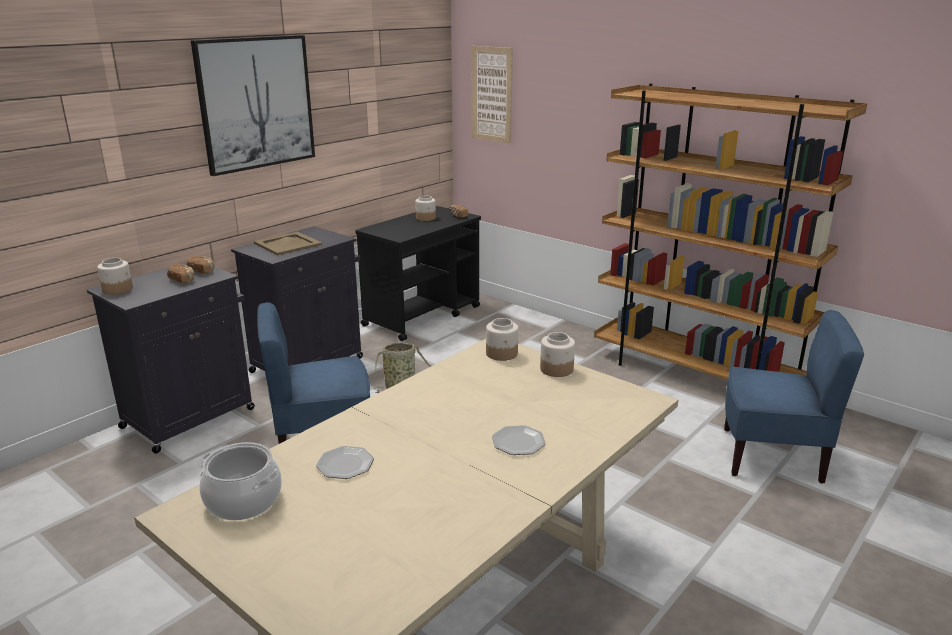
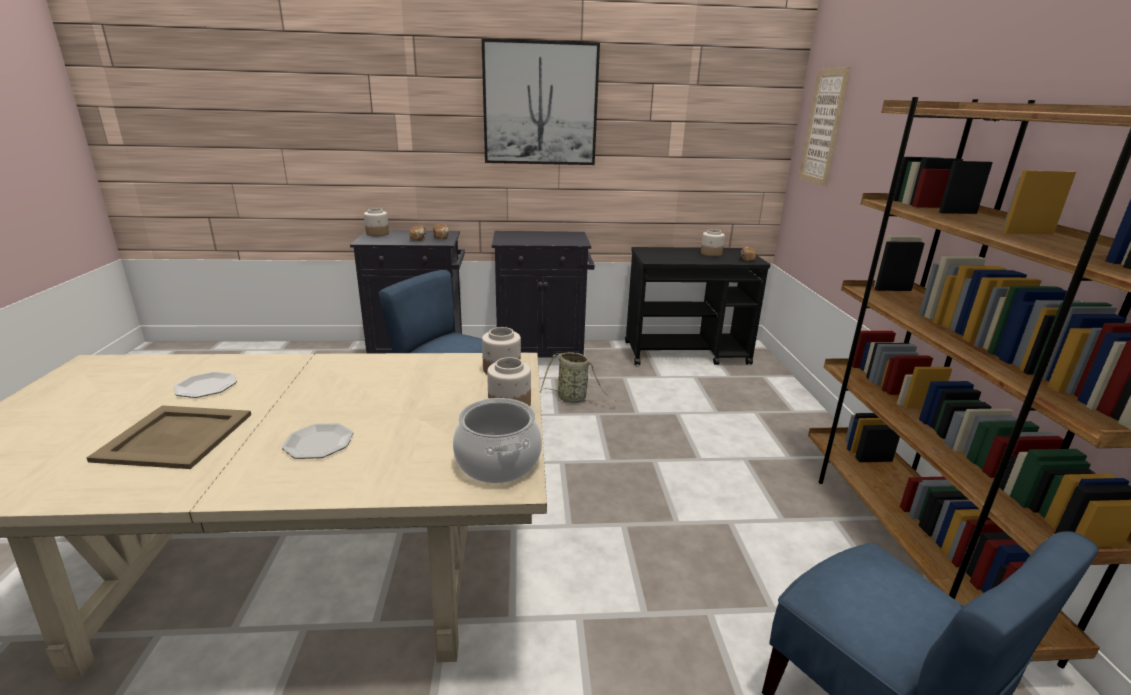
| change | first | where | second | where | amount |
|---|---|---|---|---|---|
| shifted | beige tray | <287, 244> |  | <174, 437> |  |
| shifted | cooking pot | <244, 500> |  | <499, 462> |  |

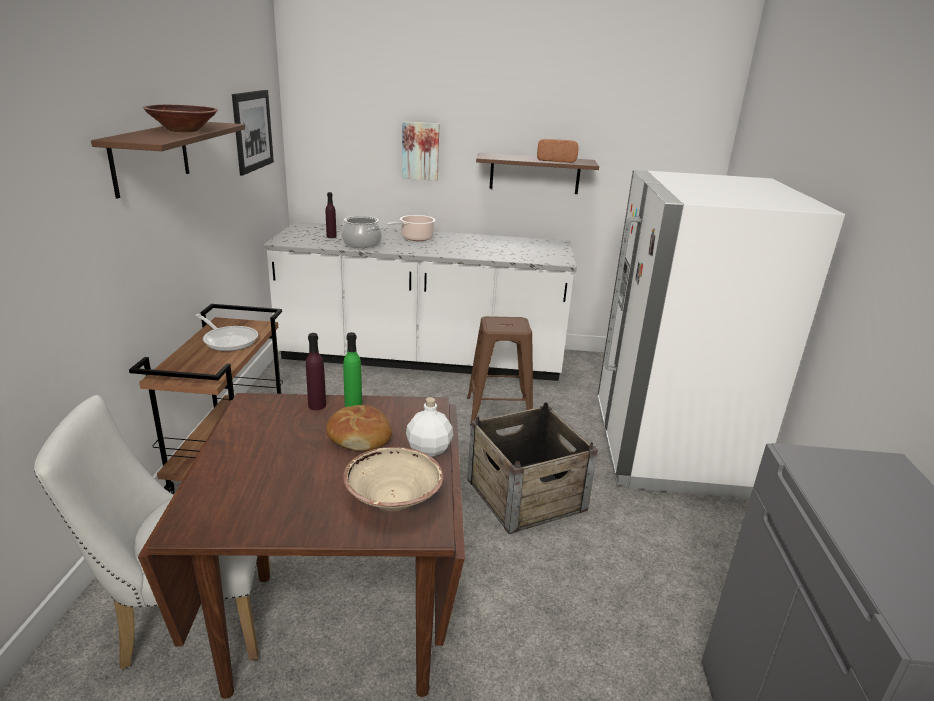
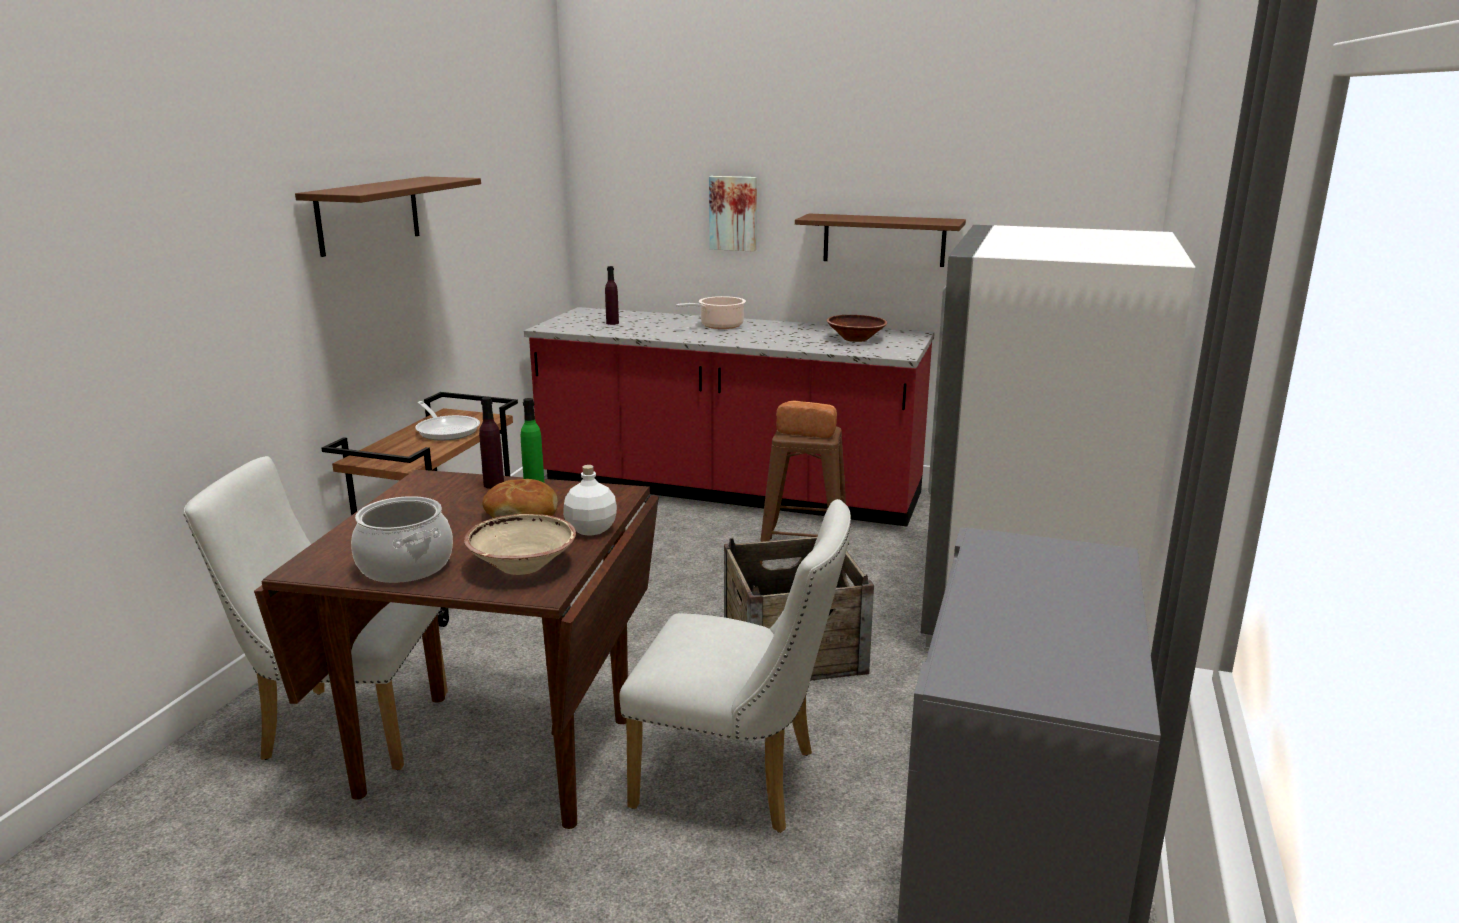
| change | first | where | second | where | amount |
|---|---|---|---|---|---|
| shifted | cooking pot | <362, 243> |  | <406, 565> |  |
| repainted | white counter | <422, 358> | red counter | <728, 490> |  |
| new |  |  | white chair | <739, 781> |  |
| shifted | bread | <556, 160> |  | <808, 432> |  |
| shifted | brown bowl | <183, 130> |  | <855, 339> |  |
| gone | picture | <253, 131> |  |  |  |

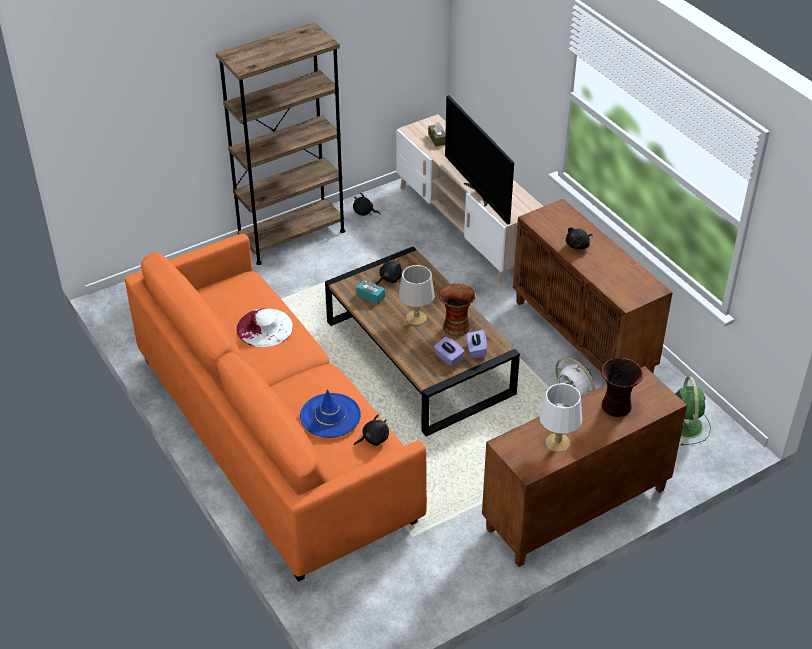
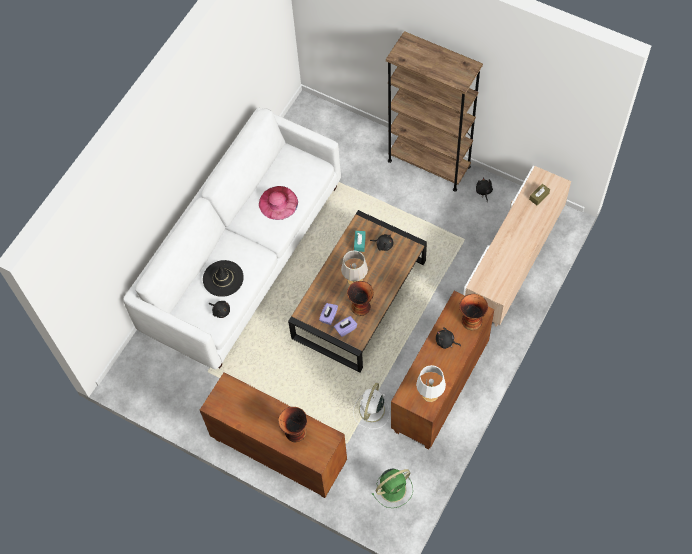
| change | first | where | second | where | amount |
|---|---|---|---|---|---|
| repainted | orange sofa | <273, 437> | white sofa | <243, 257> |  |
| repainted | blue hat | <330, 416> | black hat | <223, 278> |  |
| repainted | white hat | <264, 327> | pink hat | <278, 202> |  |
| shifted | white table lamp | <558, 443> |  | <430, 394> |  |
| new |  |  | vase | <471, 320> |  |
| gone | television | <478, 194> |  |  |  |

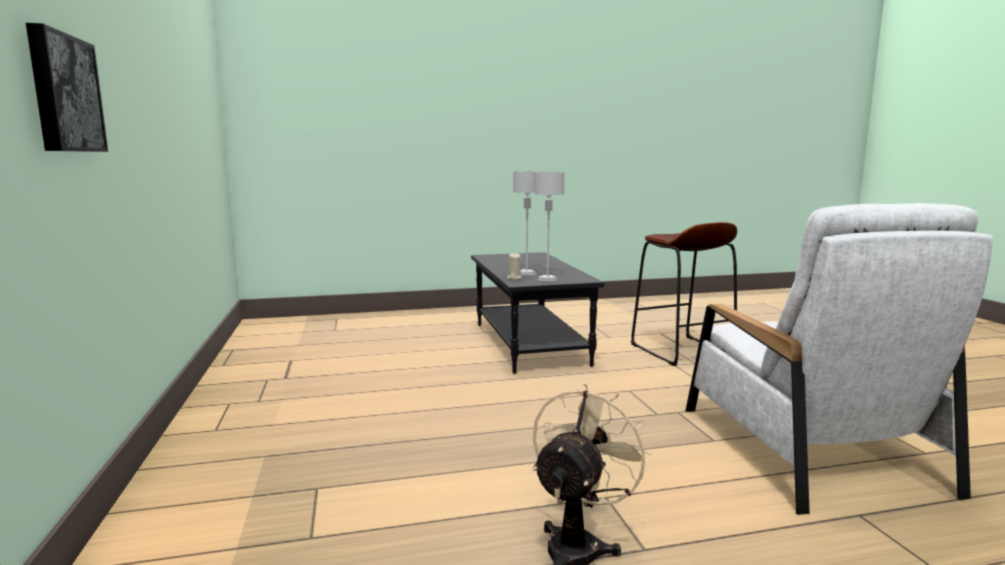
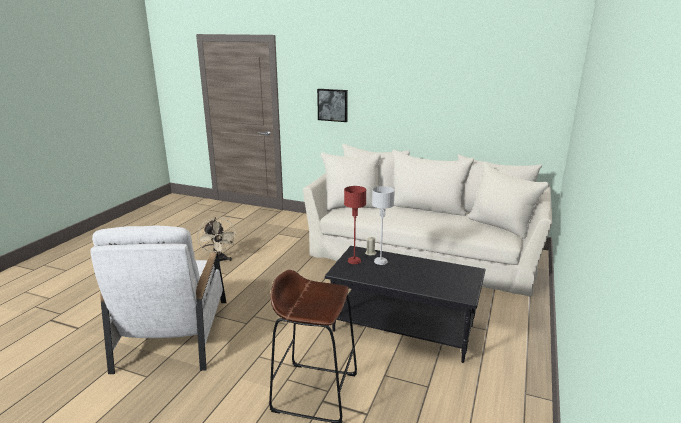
| change | first | where | second | where | amount |
|---|---|---|---|---|---|
| rotated | white armchair | <805, 448> |  | <173, 334> | 120 degrees counterclockwise |
| new |  |  | beige sofa | <422, 253> |  |
| repainted | grey table lamp | <547, 279> | red table lamp | <354, 261> |  |

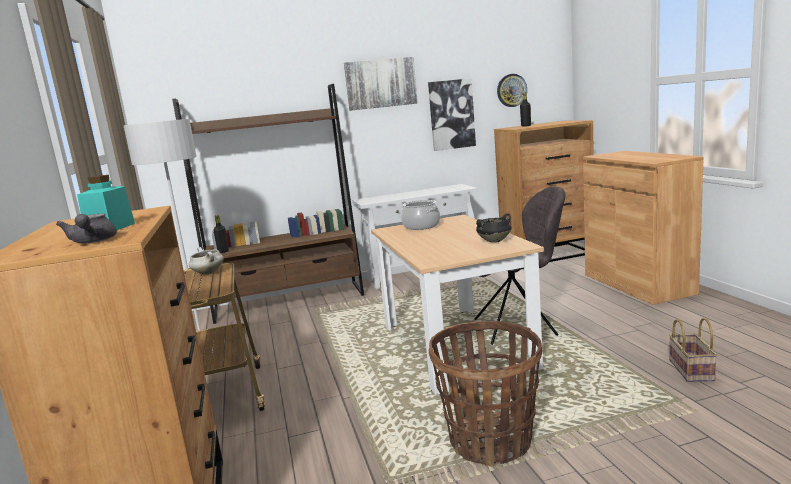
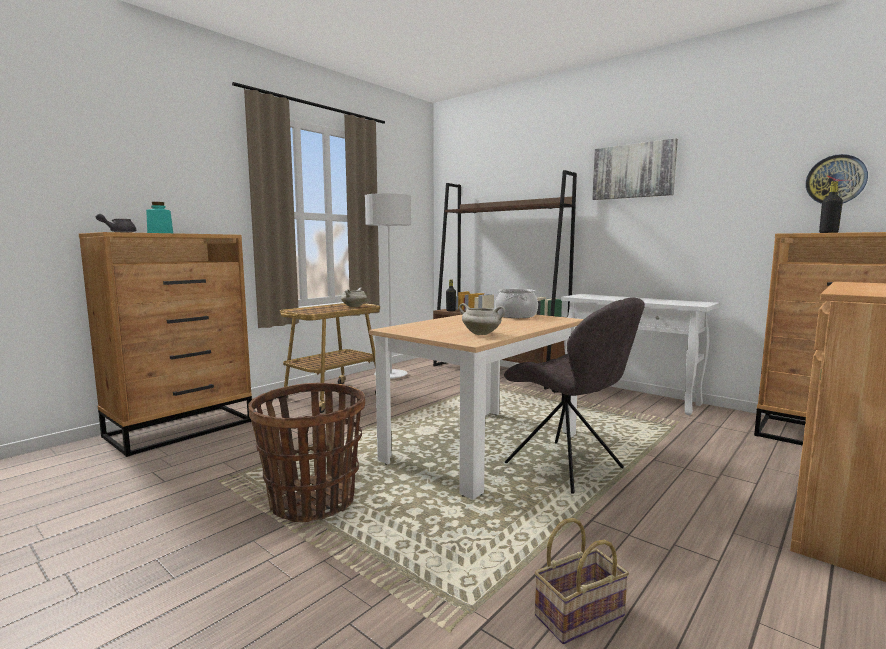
| change | first | where | second | where | amount |
|---|---|---|---|---|---|
| repainted | black cooking pot | <494, 241> | white cooking pot | <482, 334> |  |
| gone | picture | <451, 114> |  |  |  |

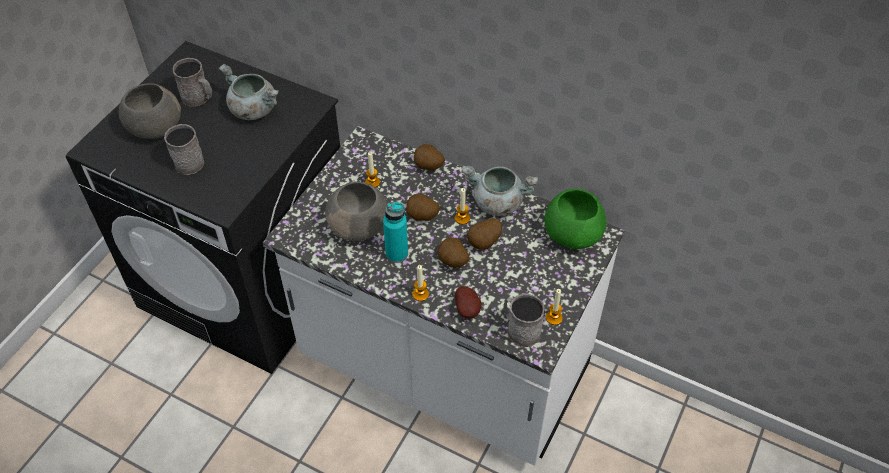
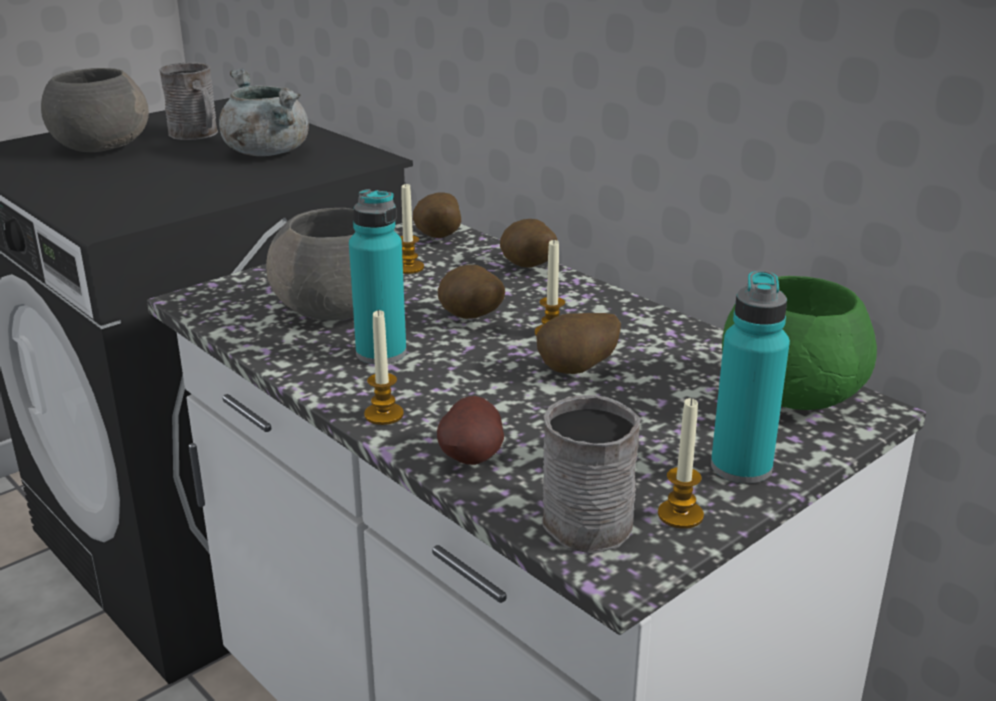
| change | first | where | second | where | amount |
|---|---|---|---|---|---|
| shifted | potato | <452, 262> |  | <437, 239> |  |
| new |  |  | turquoise bottle | <741, 467> |  |
| gone | grey mug | <188, 160> |  |  |  |
| gone | grey cooking pot | <497, 203> |  |  |  |

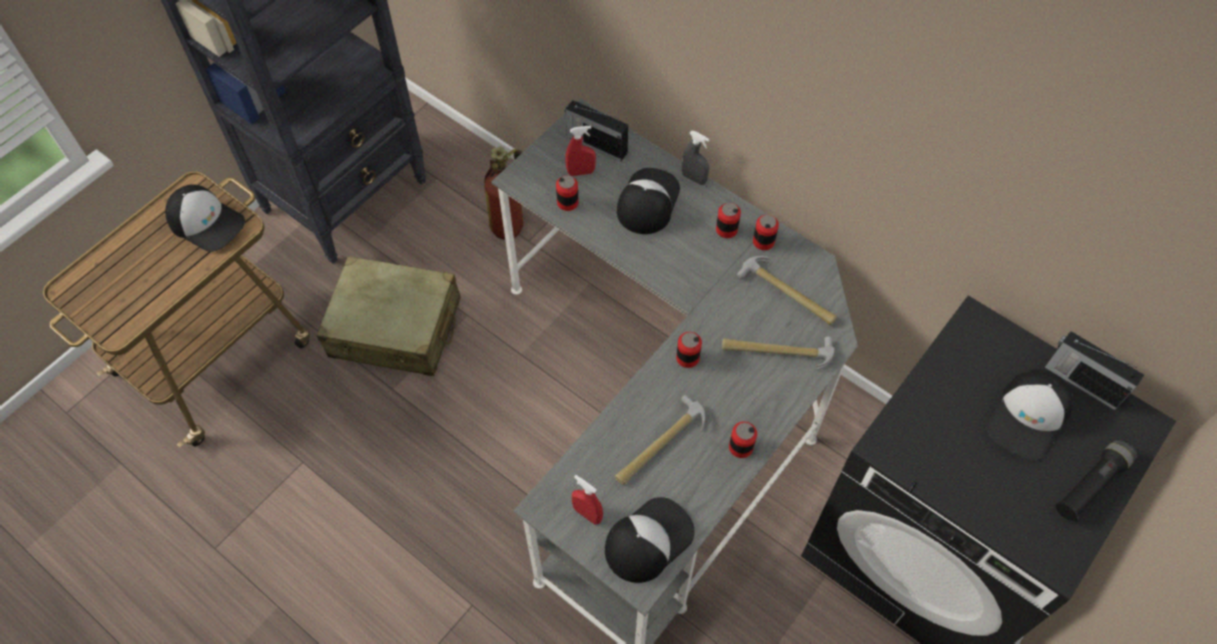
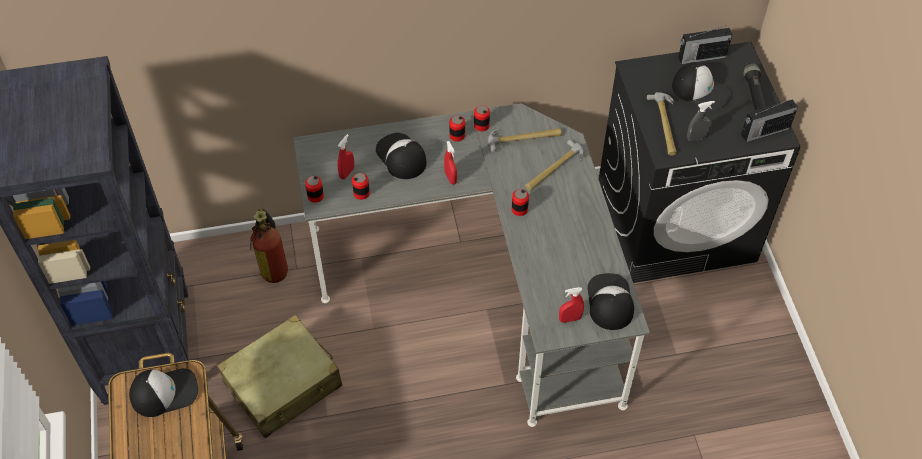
| change | first | where | second | where | amount |
|---|---|---|---|---|---|
| shifted | can | <741, 447> |  | <315, 196> |  |
| new |  |  | red spray bottle | <450, 178> |  |
| shifted | hammer | <660, 444> |  | <664, 125> |  |
| rotated | cap | <1028, 418> |  | <701, 90> | 45 degrees counterclockwise |
| shifted | grey spray bottle | <694, 178> |  | <696, 138> |  |
| shifted | radio | <596, 144> |  | <764, 132> |  |

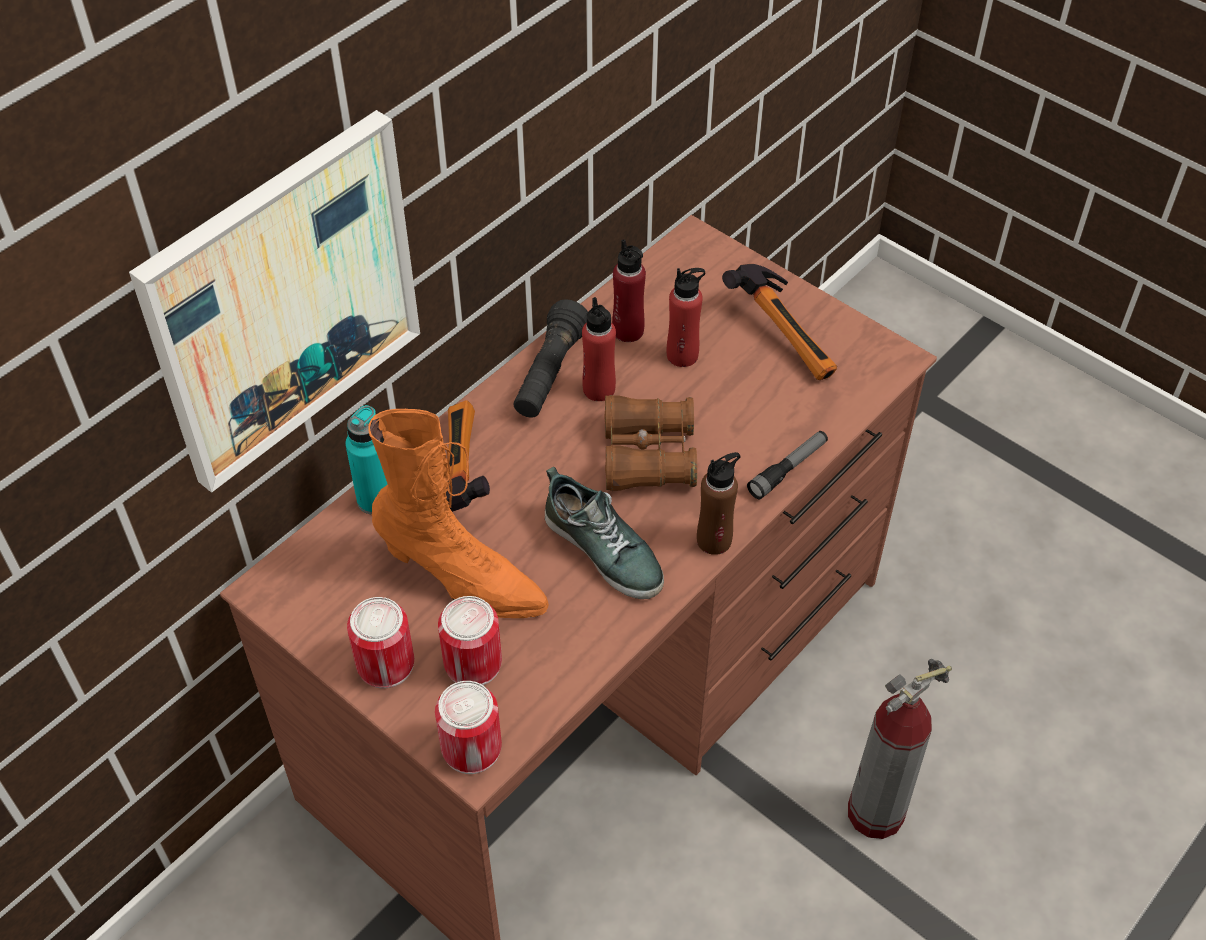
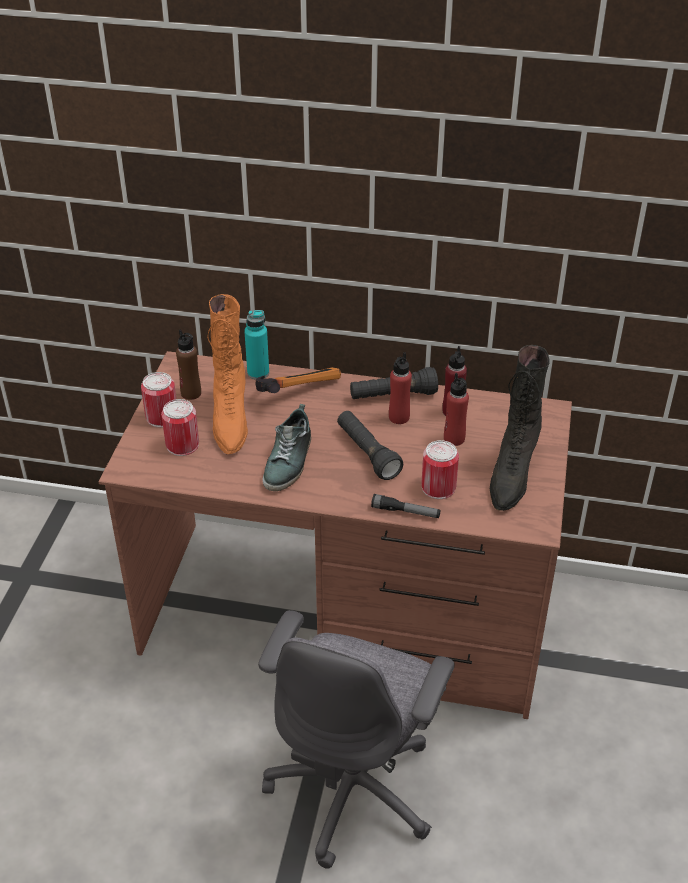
| change | first | where | second | where | amount |
|---|---|---|---|---|---|
| shifted | brown bottle | <714, 540> |  | <191, 393> |  |
| swapped | fire extinguisher | <875, 813> | grey office chair | <354, 788> |  |
| swapped | brown binoculars | <648, 456> | black flashlight | <367, 453> |  |
| shifted | can | <471, 748> |  | <438, 487> |  |
| swapped | hammer | <788, 335> | black boot | <512, 475> |  |
| gone | picture | <284, 301> |  |  |  |

